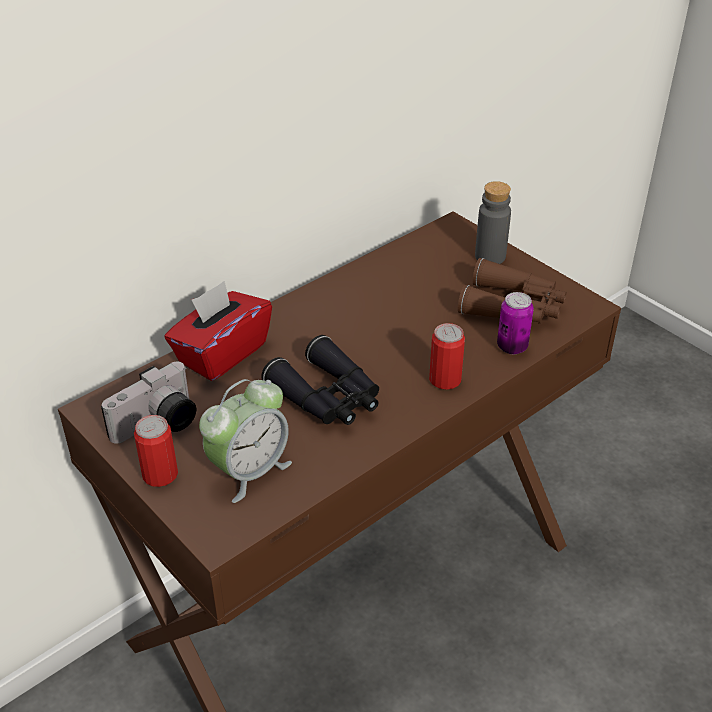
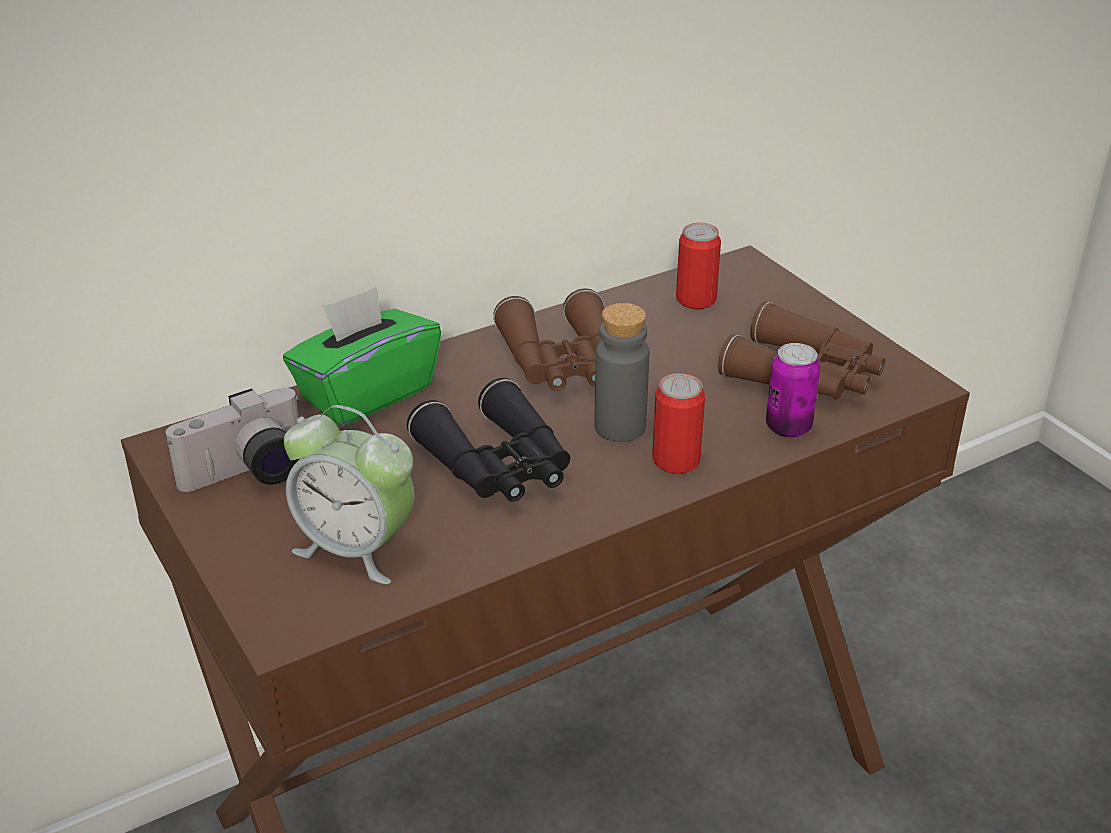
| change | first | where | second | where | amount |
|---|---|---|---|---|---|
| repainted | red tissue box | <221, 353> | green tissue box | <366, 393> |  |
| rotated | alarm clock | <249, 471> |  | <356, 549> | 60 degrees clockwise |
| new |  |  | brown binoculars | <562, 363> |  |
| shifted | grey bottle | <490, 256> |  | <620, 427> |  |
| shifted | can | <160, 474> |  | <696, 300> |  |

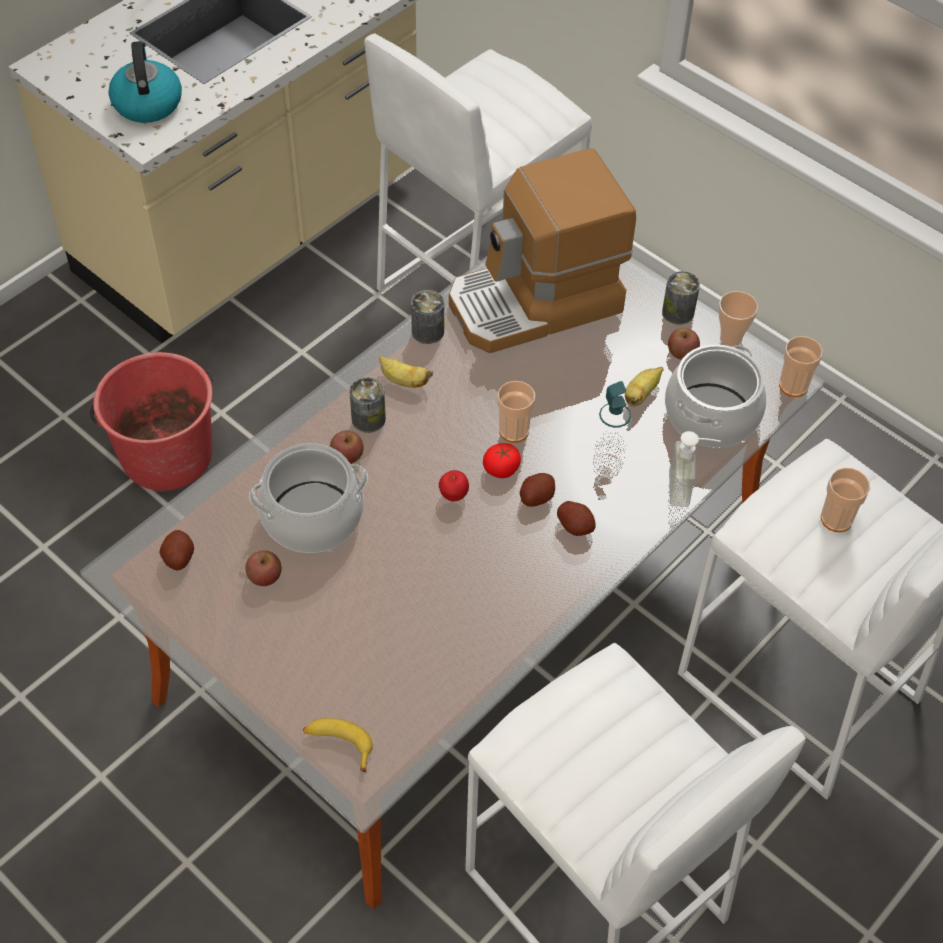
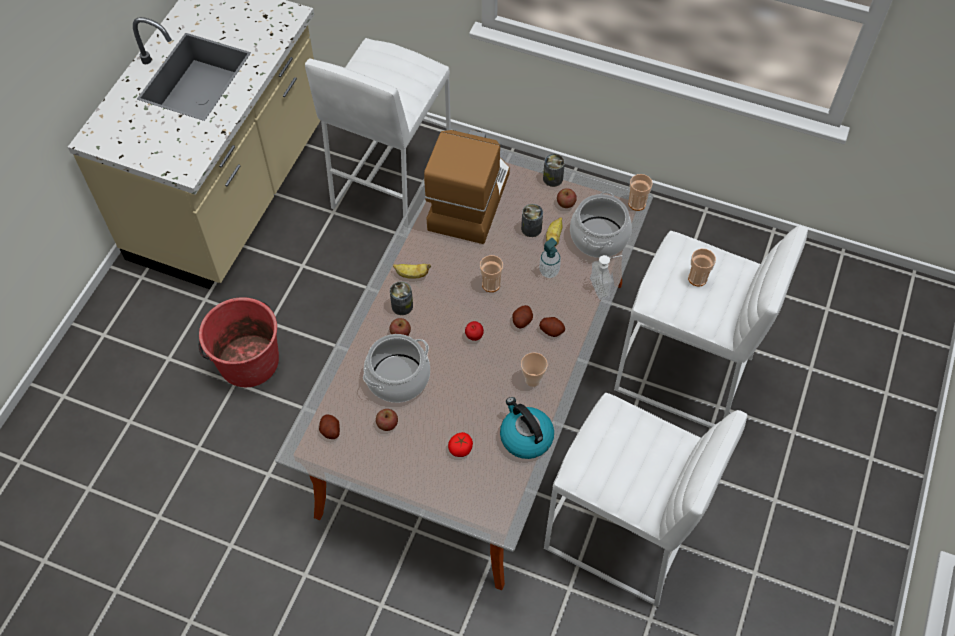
| change | first | where | second | where | amount |
|---|---|---|---|---|---|
| rotated | coffee machine | <536, 304> |  | <468, 199> | 150 degrees clockwise |
| shifted | tomato | <501, 468> |  | <460, 448> |  |
| shifted | kettle | <147, 103> |  | <525, 437> |  |
| shifted | can | <427, 331> |  | <531, 228> |  |
| shifted | cup | <731, 338> |  | <532, 380> |  |
| gone | banana | <338, 744> |  |  |  |

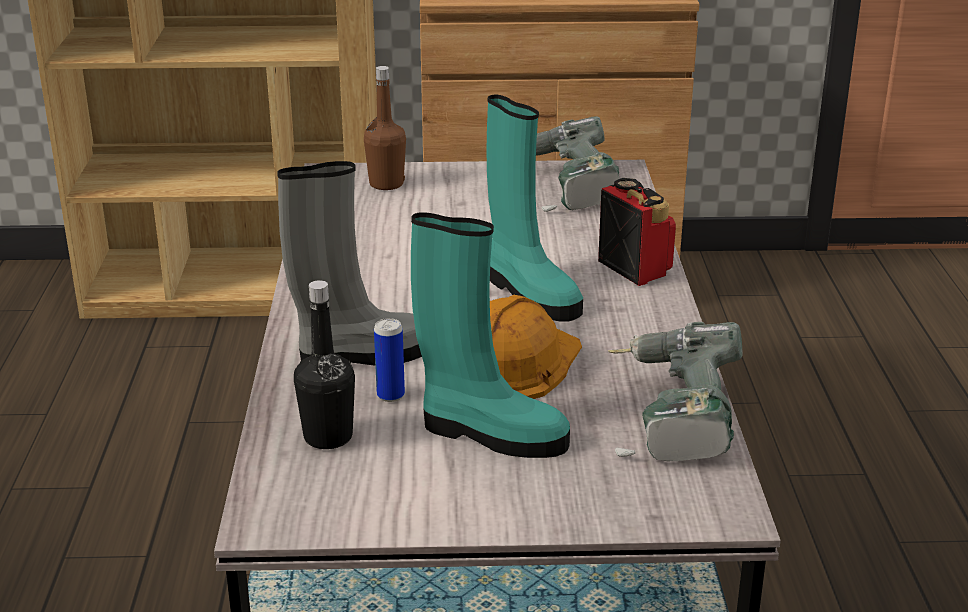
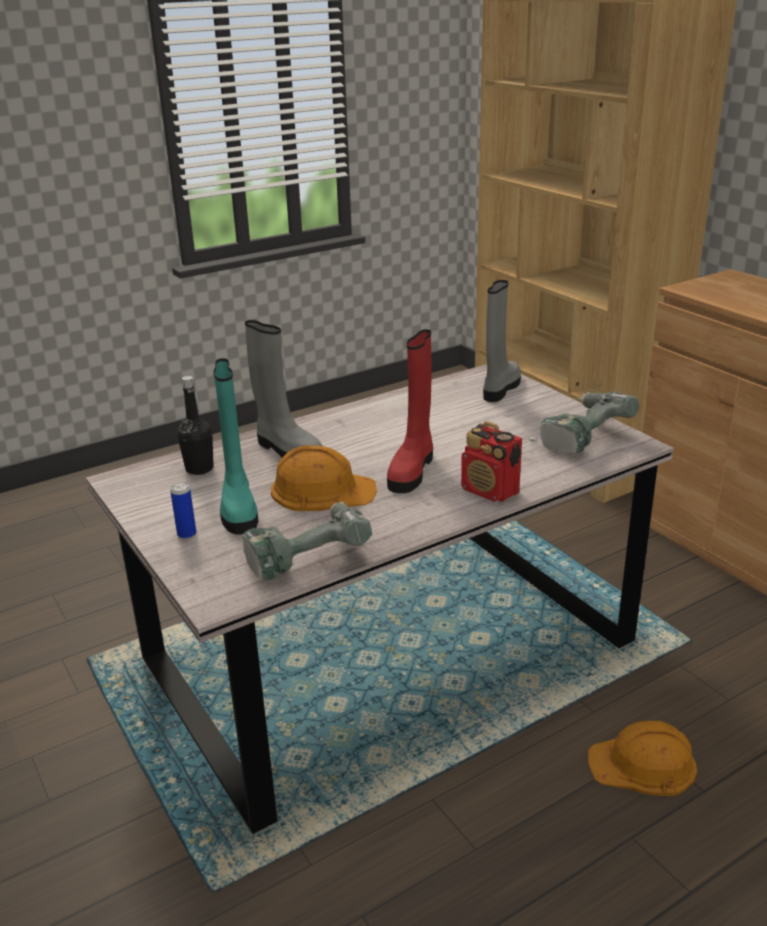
| change | first | where | second | where | amount |
|---|---|---|---|---|---|
| shifted | can | <390, 395> |  | <187, 534> |  |
| repainted | turquoise boot | <529, 294> | red boot | <412, 470> |  |
| rotated | radio | <633, 268> |  | <490, 491> | 105 degrees clockwise |
| swapped | brown bottle | <386, 184> | grey boot | <500, 388> |  |
| new |  |  | orange hard hat | <643, 765> |  |

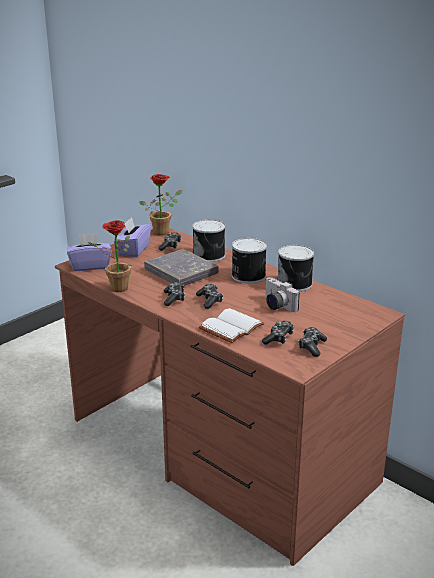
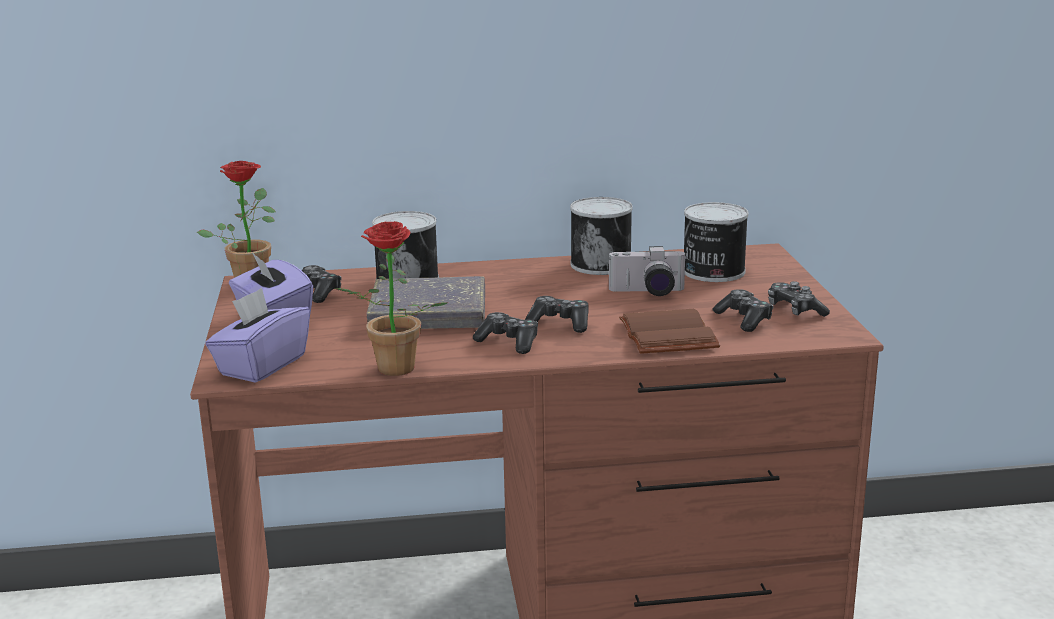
| change | first | where | second | where | amount |
|---|---|---|---|---|---|
| repainted | white book | <232, 328> | brown book | <671, 336> |  |
| shifted | can | <247, 276> |  | <712, 272> |  |

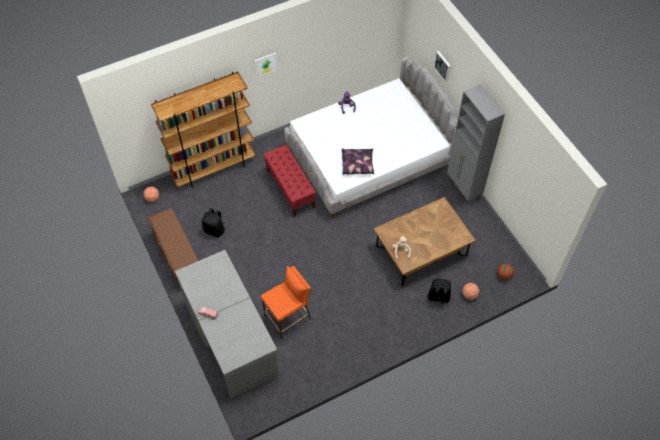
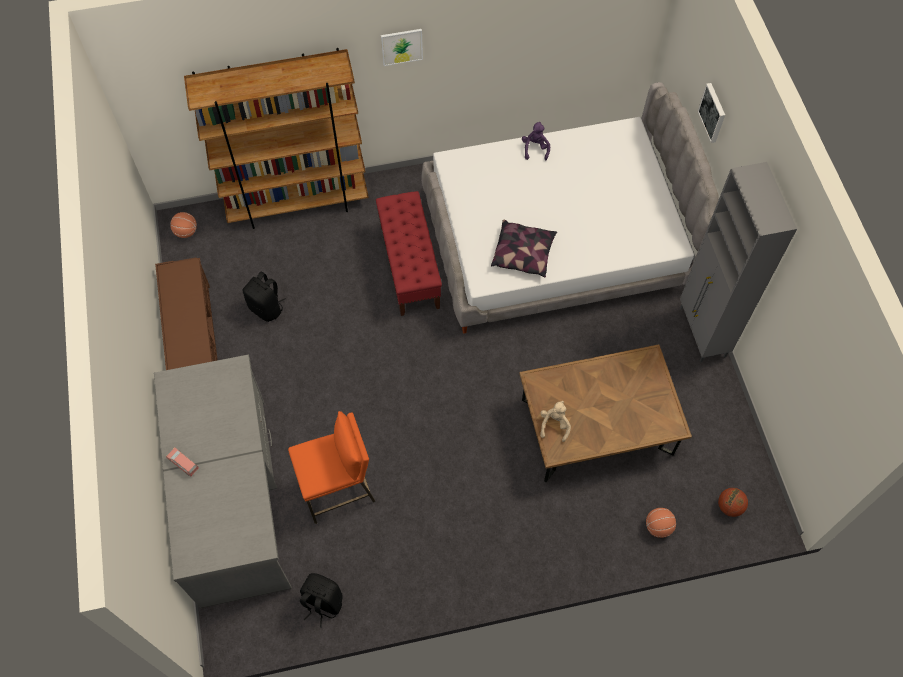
| change | first | where | second | where | amount |
|---|---|---|---|---|---|
| shifted | black backpack | <438, 298> |  | <322, 603> |  |

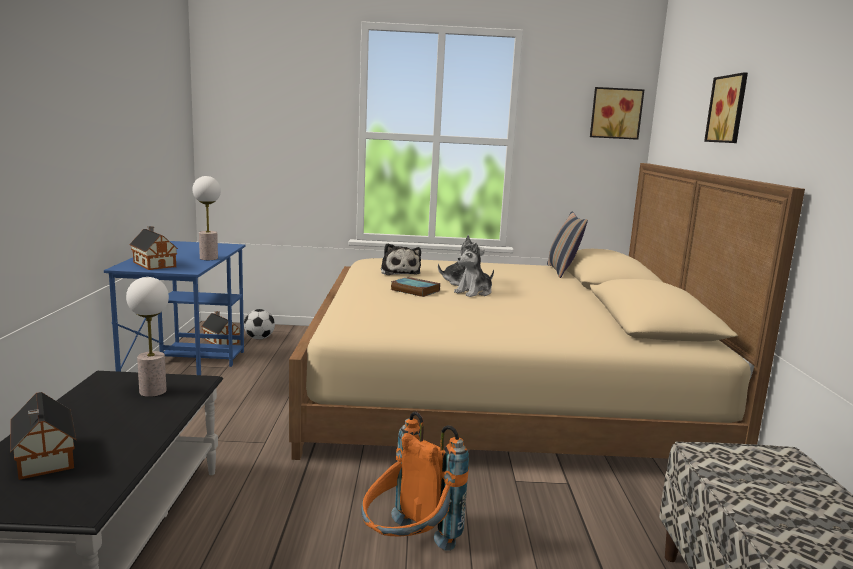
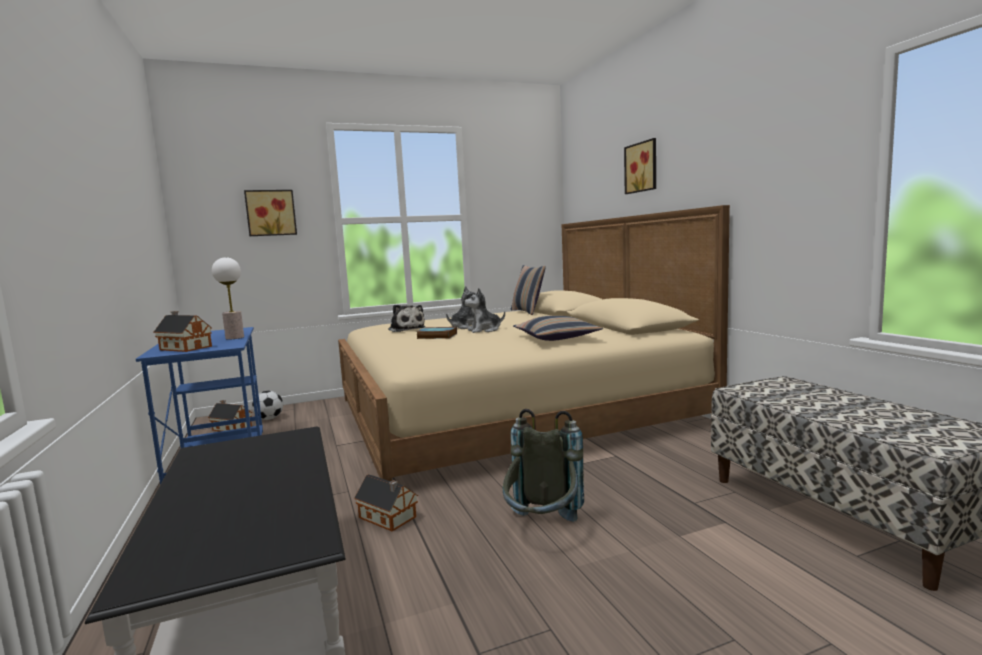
| change | first | where | second | where | amount |
|---|---|---|---|---|---|
| shifted | picture | <615, 113> |  | <271, 213> |  |
| shifted | toy house | <44, 459> |  | <388, 518> |  |
| rotated | plush toy | <474, 292> |  | <484, 330> | 45 degrees clockwise |
| repainted | orange backpack | <407, 548> | grey backpack | <542, 529> |  |
| new |  |  | pillow | <556, 338> |  |
| gone | table lamp | <153, 391> |  |  |  |

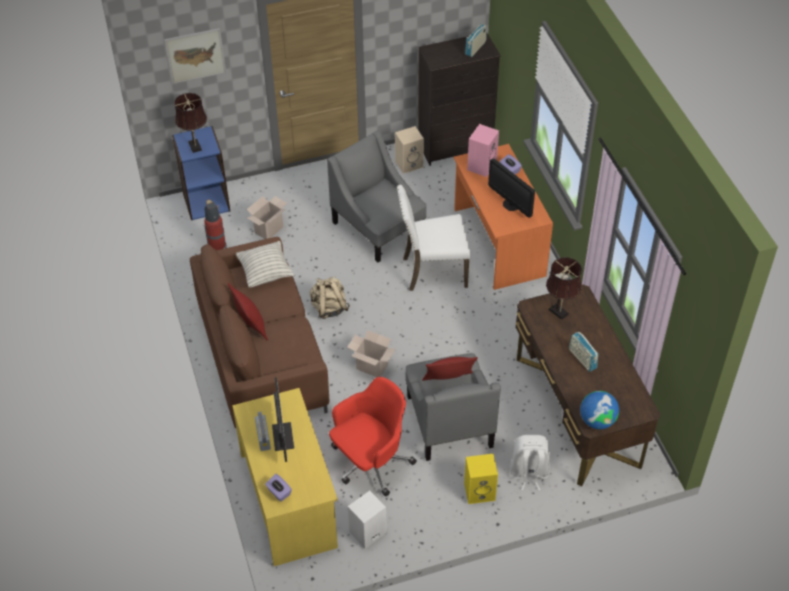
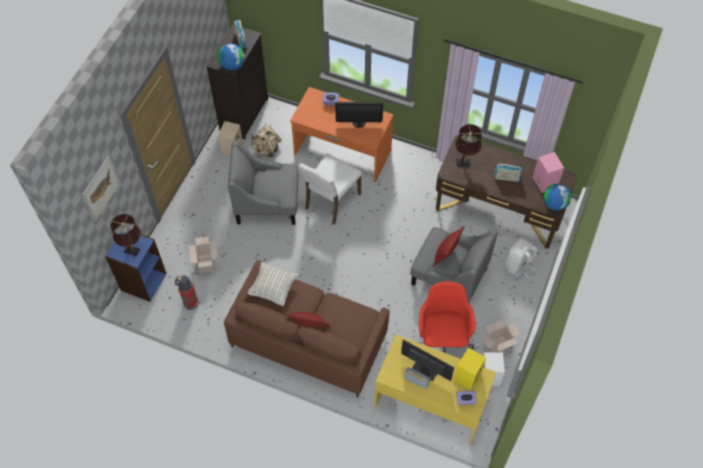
| change | first | where | second | where | amount |
|---|---|---|---|---|---|
| new |  |  | globe | <232, 65> |  |
| shifted | beige backpack | <329, 308> |  | <266, 149> |  |
| shifted | yellow speaker | <480, 491> |  | <467, 375> |  |
| shifted | cardboard box | <371, 367> |  | <497, 346> |  |
| shifted | pink speaker | <481, 165> |  | <544, 182> |  |

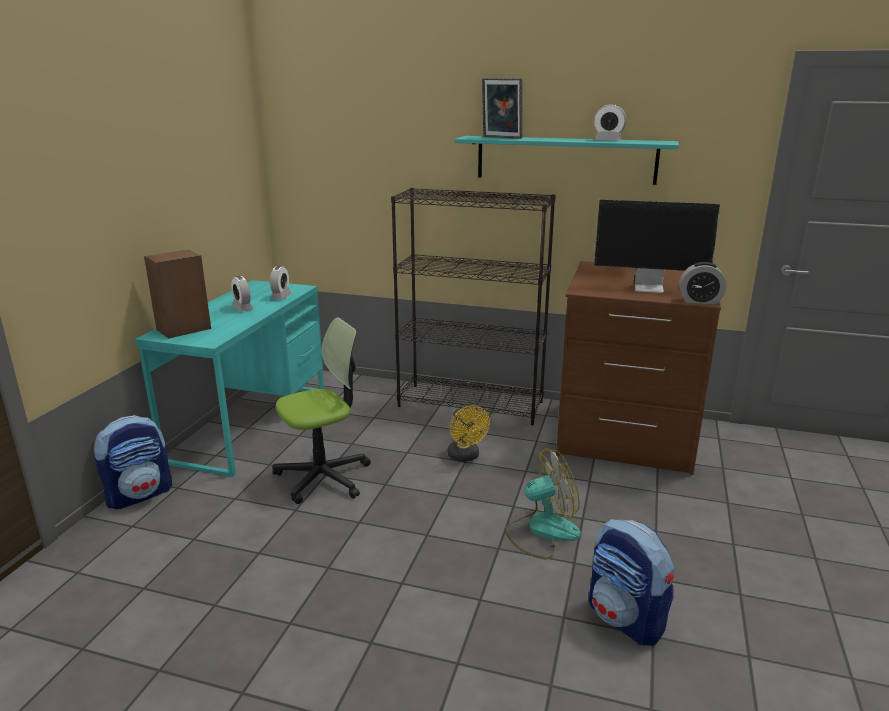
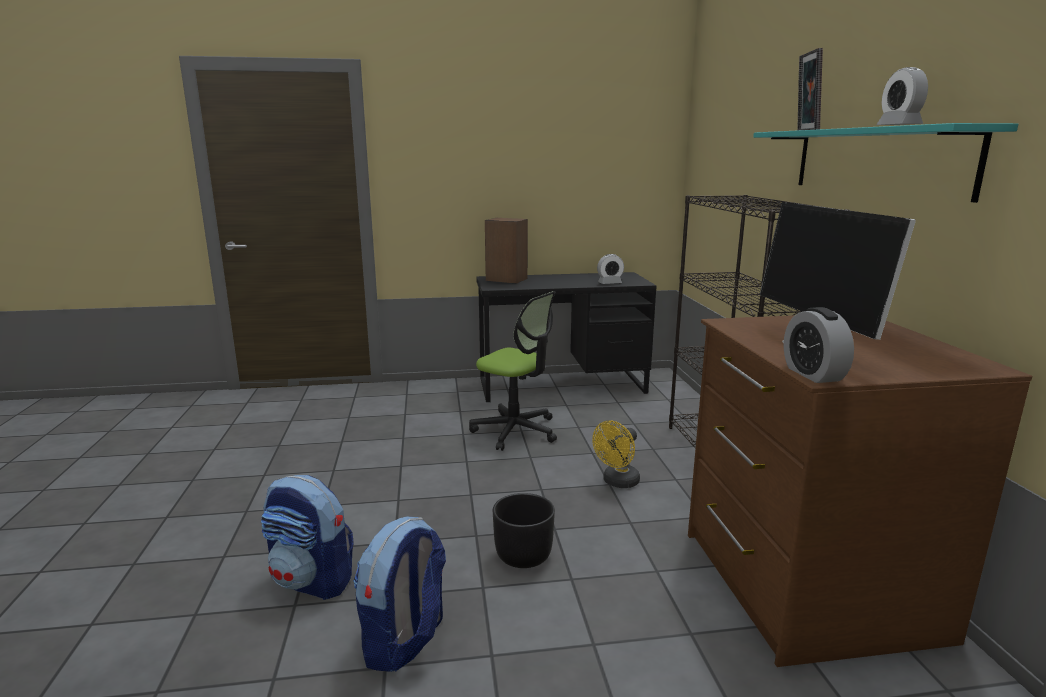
| change | first | where | second | where | amount |
|---|---|---|---|---|---|
| shifted | backpack | <140, 494> |  | <312, 581> |  |
| repainted | turquoise desk | <250, 424> | black desk | <562, 385> |  |
| swapped | fan | <541, 531> | black planter | <524, 555> |  |
| gone | alarm clock | <242, 308> |  |  |  |

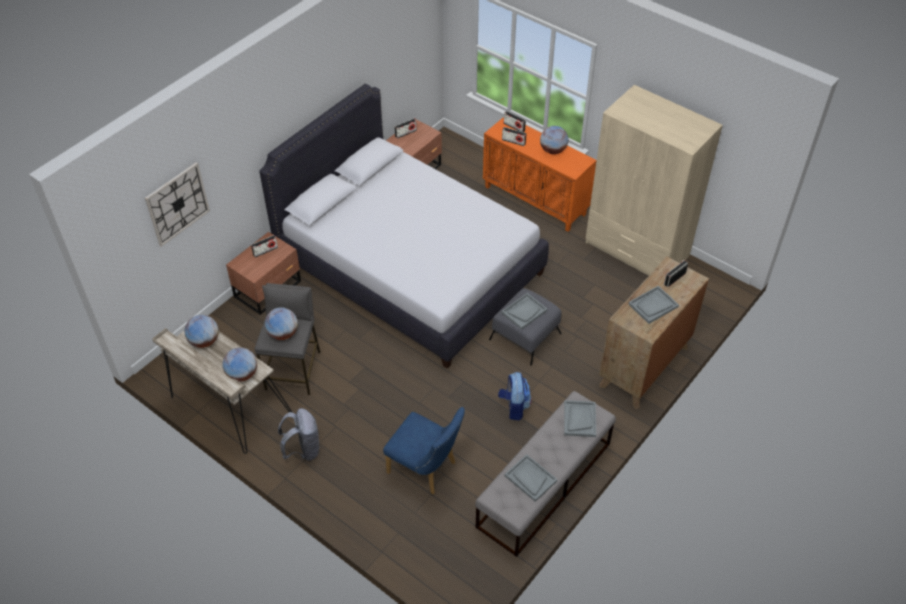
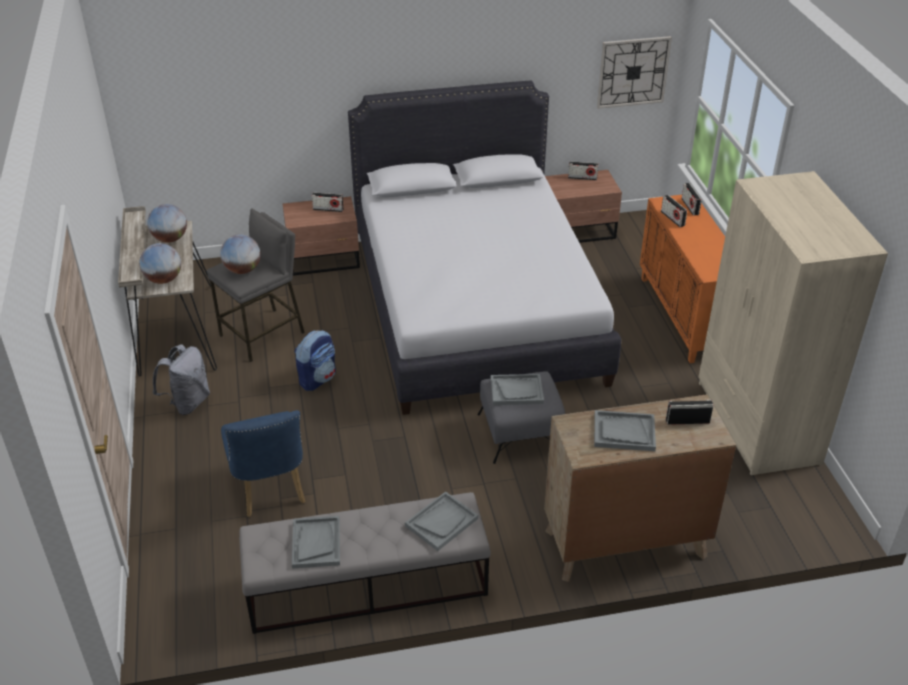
| change | first | where | second | where | amount |
|---|---|---|---|---|---|
| shifted | backpack | <514, 406> |  | <318, 378> |  |
| shifted | wall clock | <177, 204> |  | <633, 72> |  |
| gone | globe | <553, 150> |  |  |  |

